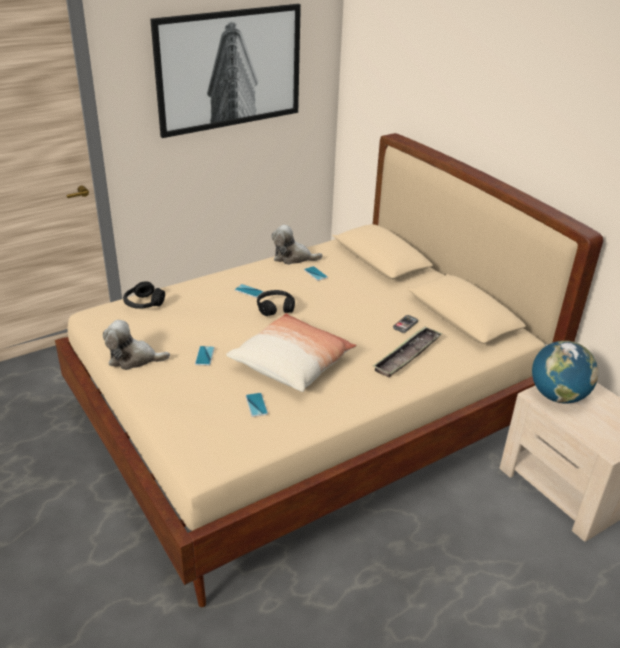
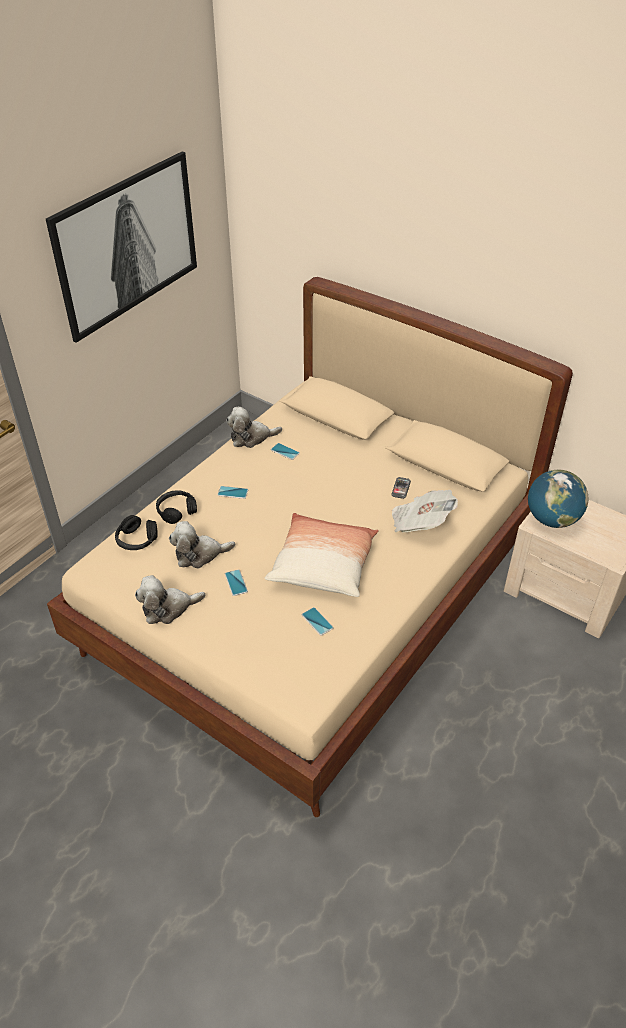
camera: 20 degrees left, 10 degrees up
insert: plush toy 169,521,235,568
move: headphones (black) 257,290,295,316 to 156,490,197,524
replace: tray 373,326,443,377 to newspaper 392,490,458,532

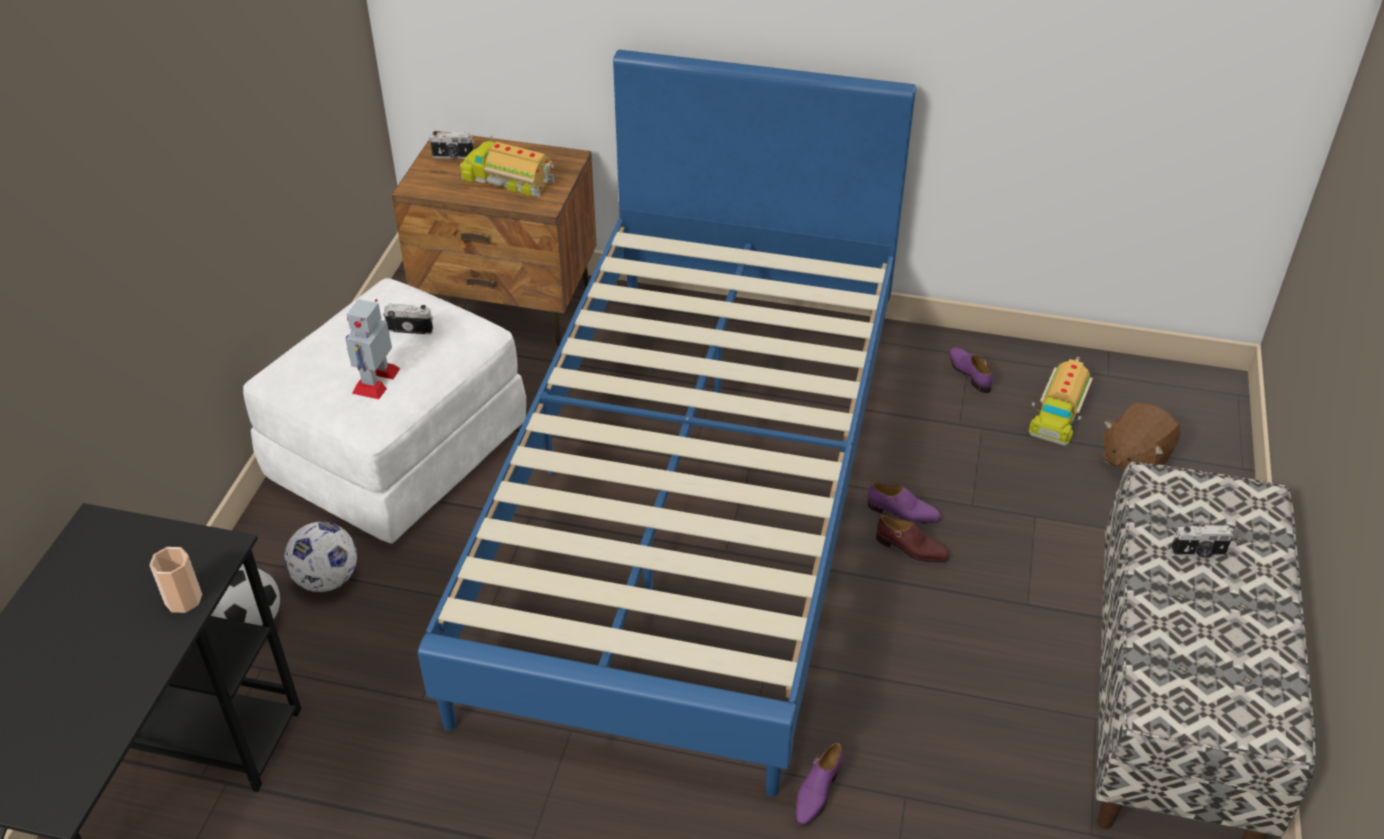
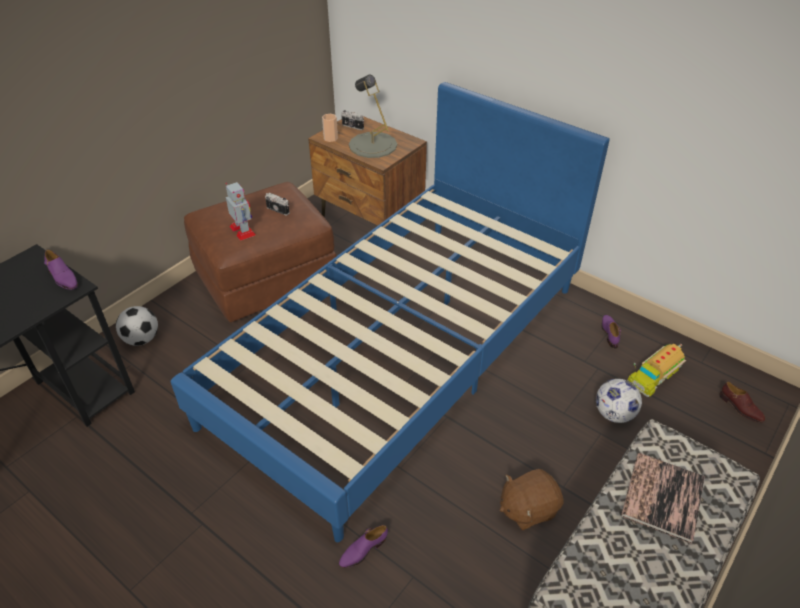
camera: 25 degrees right, 0 degrees up
move: shoe (purple) 868,482,941,524 to 44,250,78,290; cup 150,547,202,613 to 322,114,338,142; plush toy (brown) 1101,403,1180,469 to 500,469,564,530; football 284,522,357,592 to 596,379,642,423; shoe (brown) 876,515,949,563 to 719,382,765,423
replace: toy truck 460,136,555,197 to table lamp (grey) 349,75,397,158; photo camera 1171,525,1233,558 to book 621,453,705,544
recolor: ottoman (white) 243,278,526,544 to ottoman (brown) 184,182,336,323
rotate: toy robot 346,299,400,399 = 226,182,256,241 105 degrees clockwise

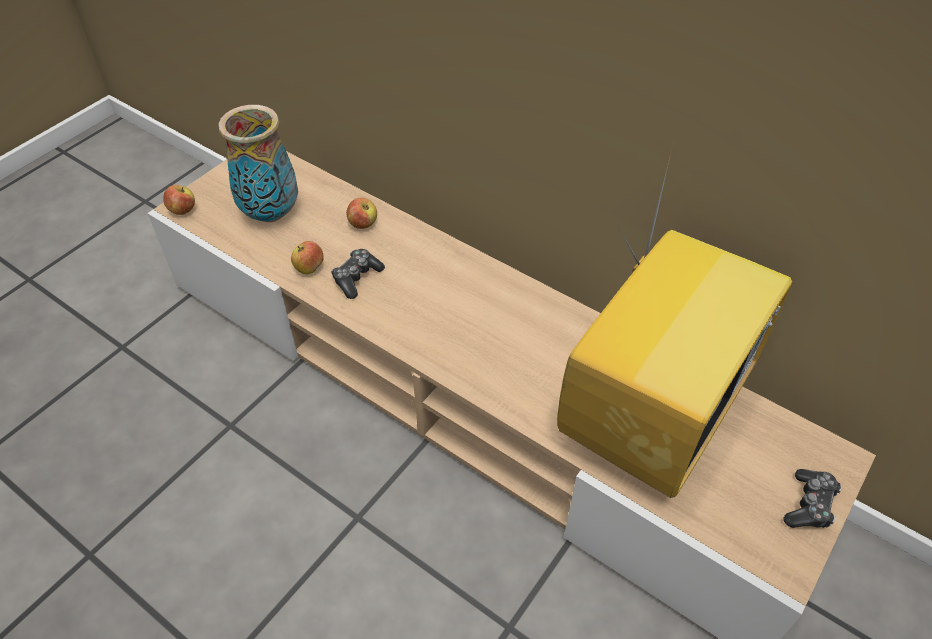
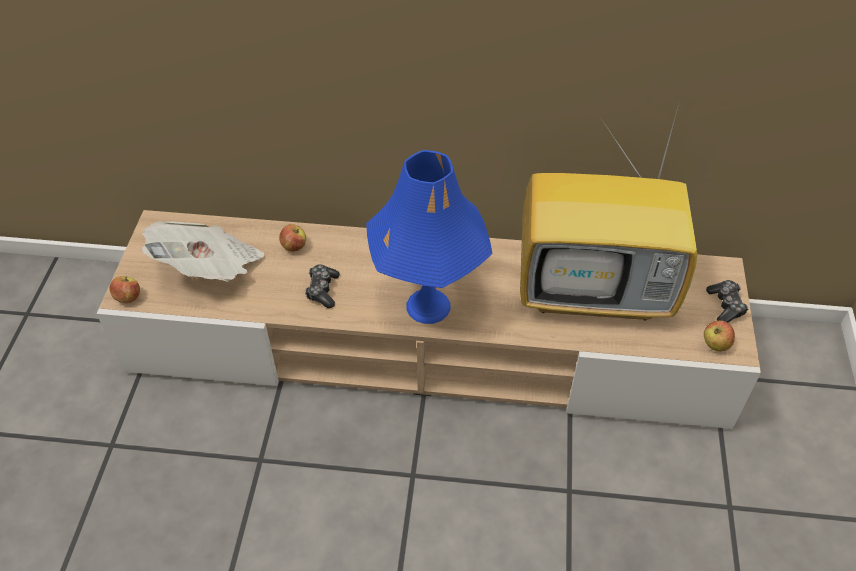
camera: 30 degrees left, 0 degrees up
insert: table lamp (blue) 366,150,493,324
move: apple 291,241,324,274 to 704,321,735,351
replace: vase 219,105,298,222 to newspaper 141,221,264,281
rotate: television 557,142,792,498 = 520,104,697,320 90 degrees clockwise

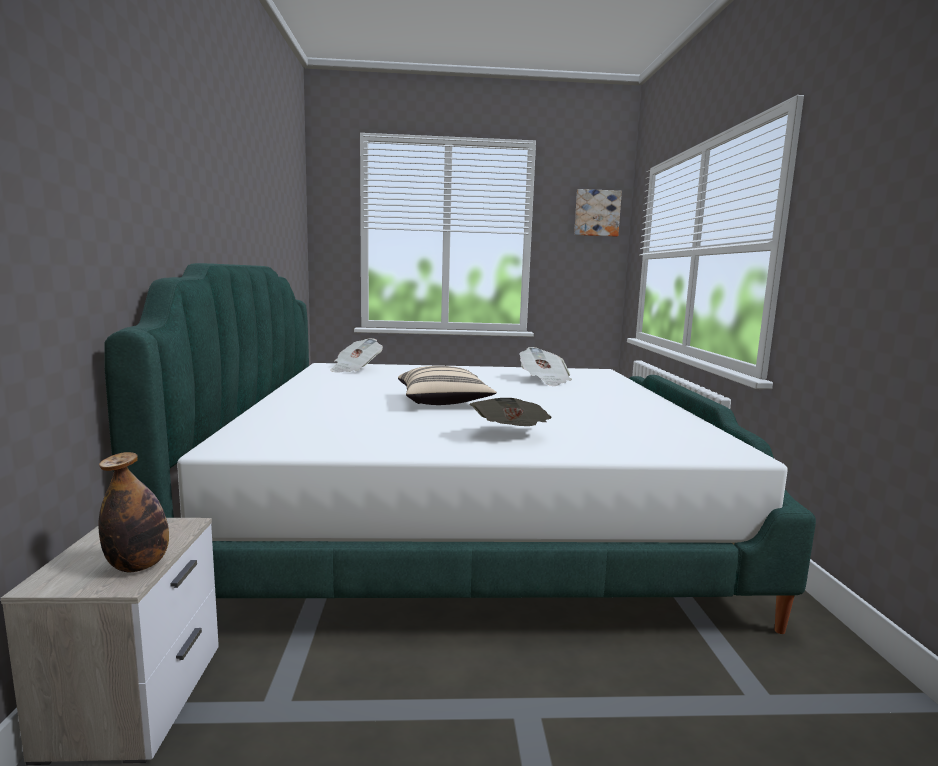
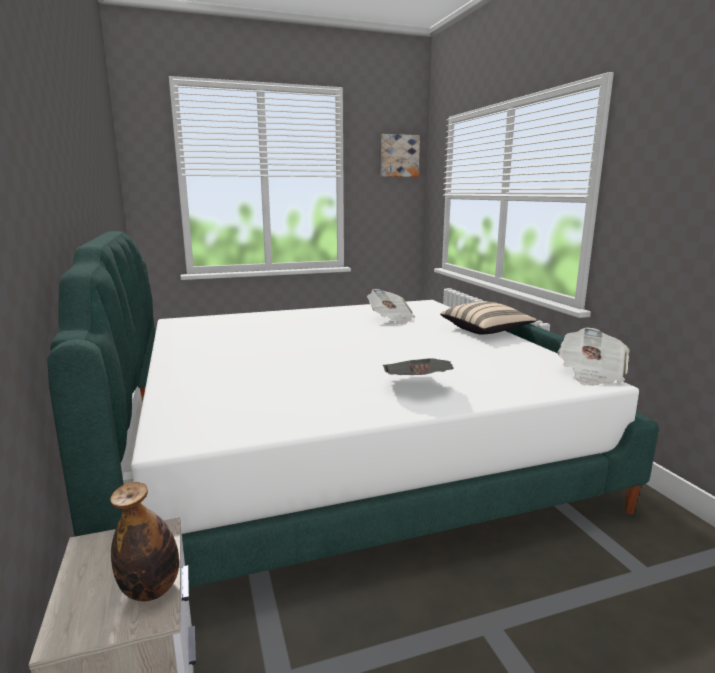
camera: 15 degrees left, 5 degrees up
move: pillow (beige) 398,366,497,405 to 440,302,537,335; newspaper 330,338,383,373 to 558,328,630,386

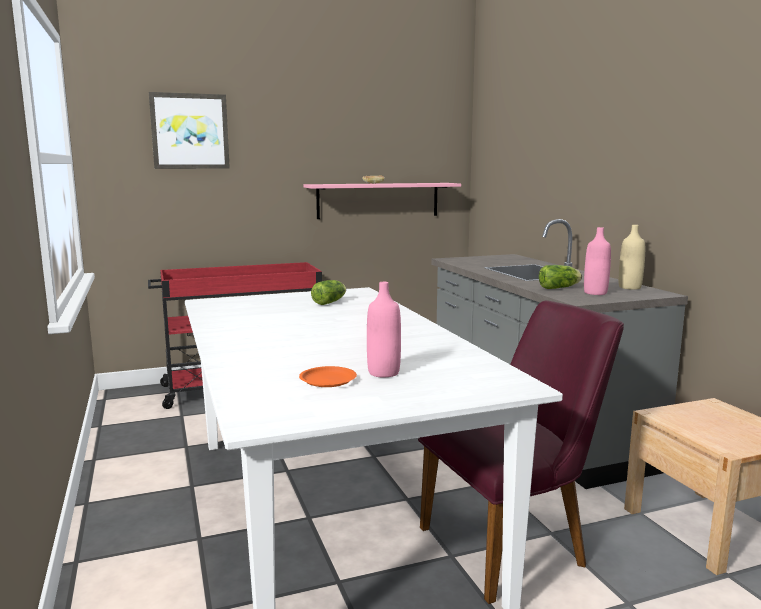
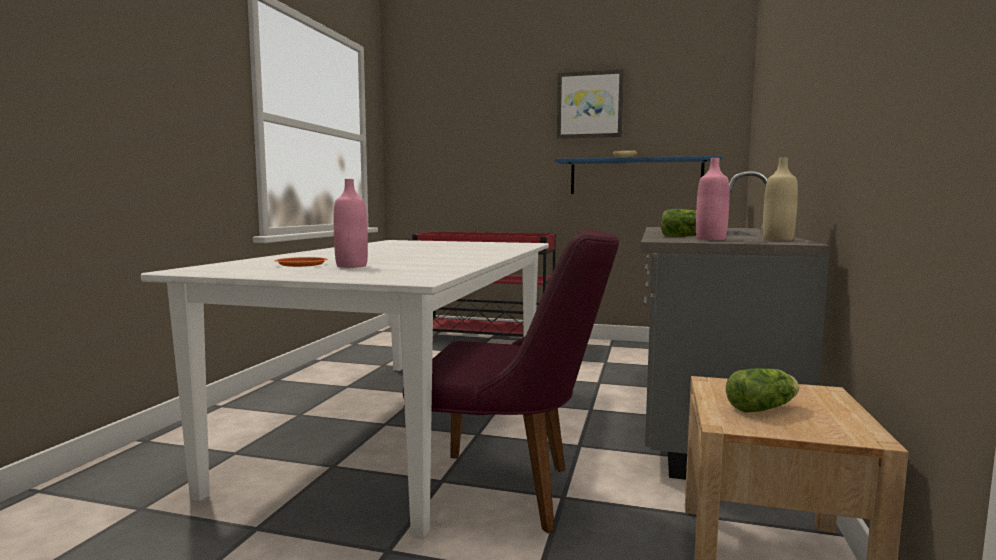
camera: 35 degrees right, 5 degrees down
move: picture 149,92,230,169 to 557,69,624,139; lettuce 311,280,346,305 to 726,368,799,413
recolor: shelf (pink) 303,183,461,219 to shelf (blue) 555,156,722,194

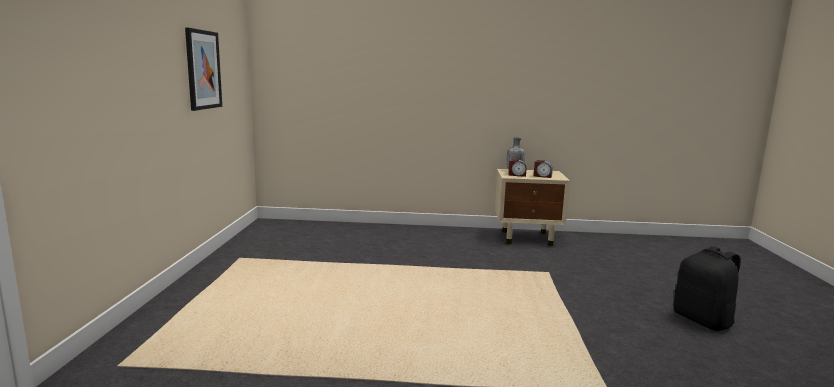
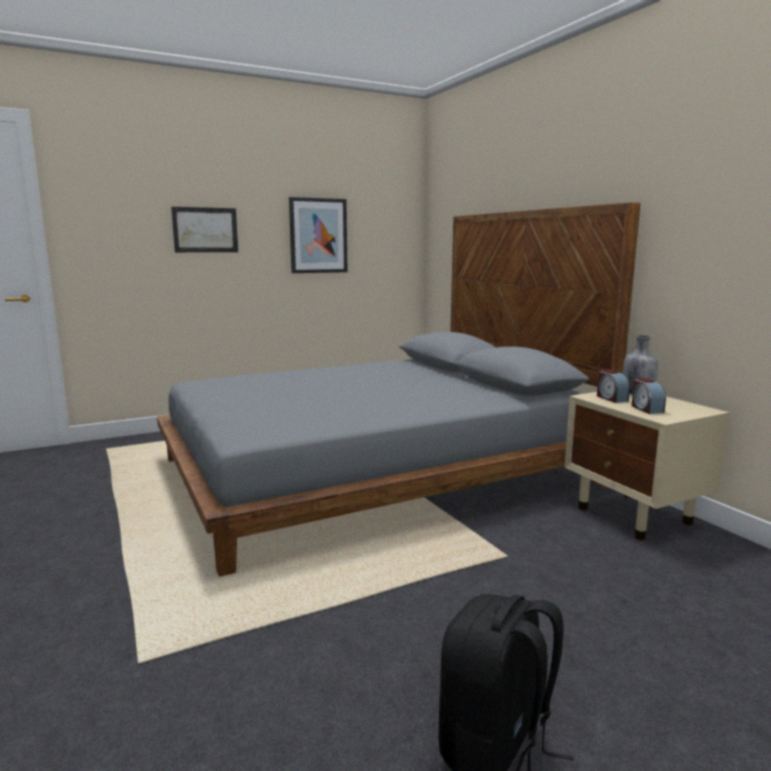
camera: 60 degrees right, 0 degrees up
insert: bed (grey) 157,202,640,577; picture 171,207,238,252

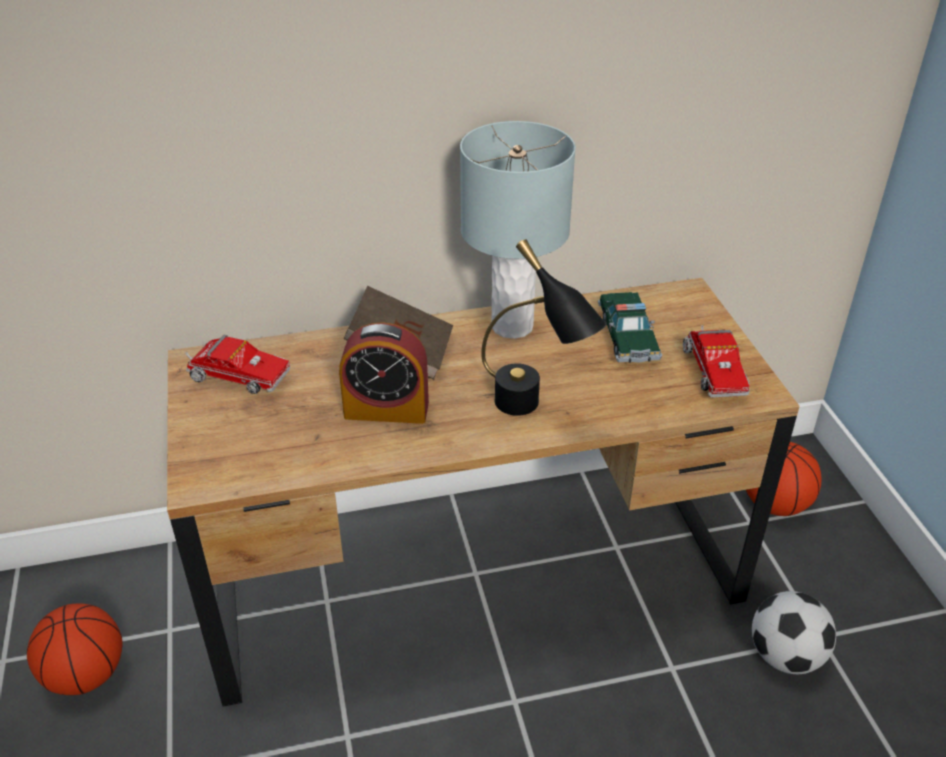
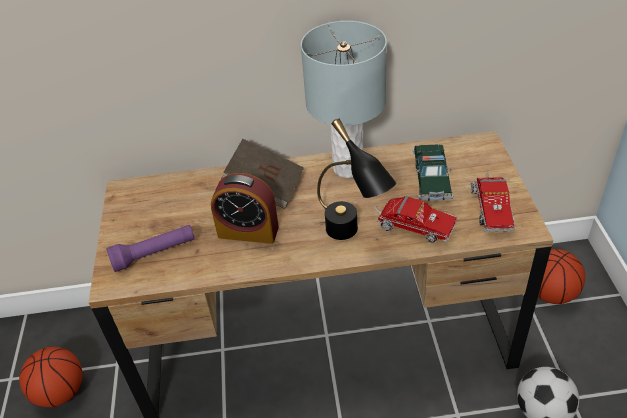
camera: 10 degrees right, 5 degrees up
insert: flashlight (purple) 107,225,195,272
move: toy truck 185,335,290,394 to 374,196,457,243

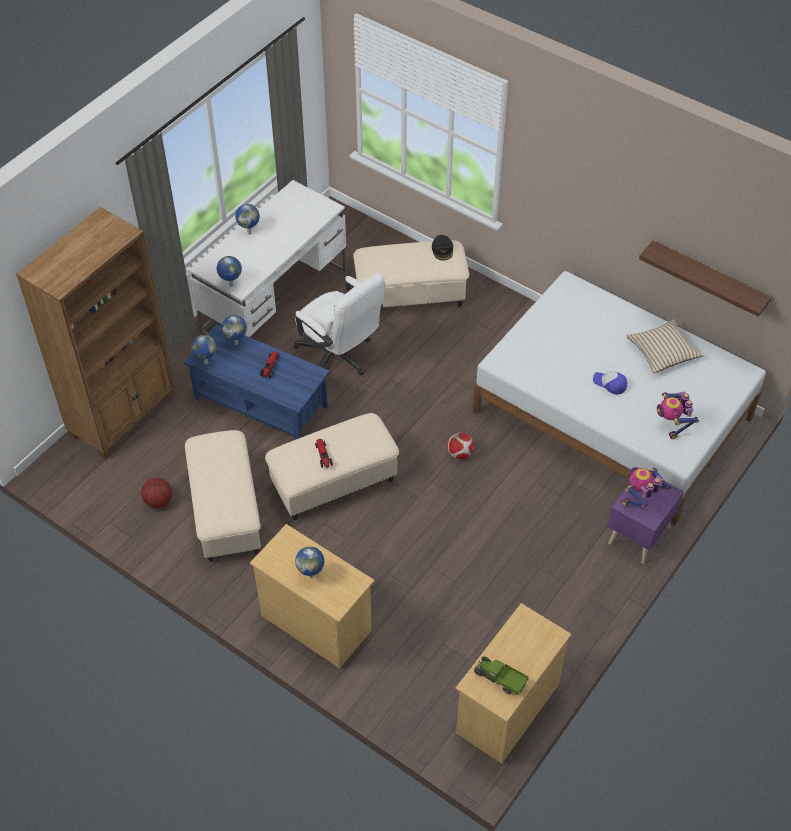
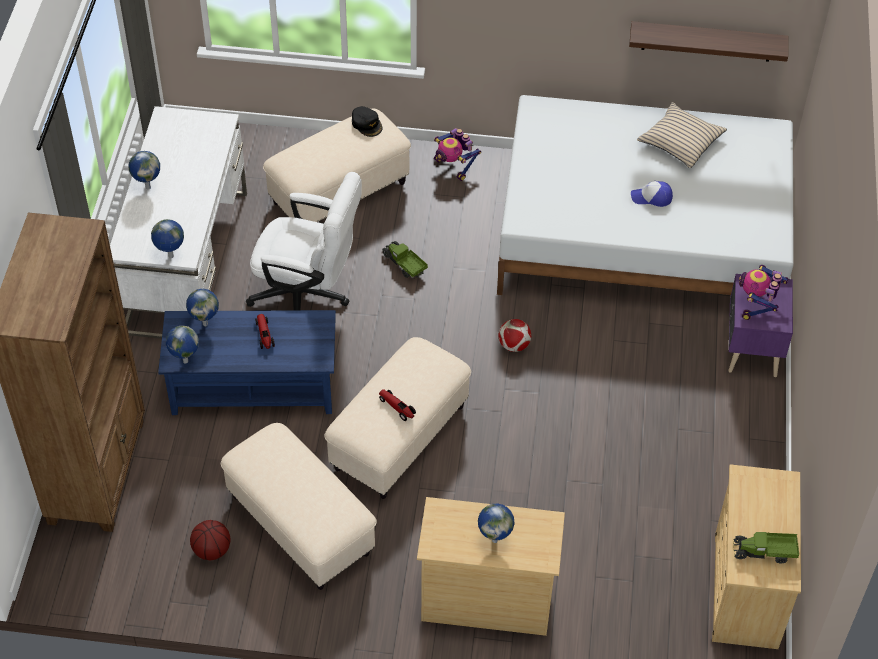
camera: 30 degrees left, 0 degrees up
insert: toy truck 382,241,428,278
move: toy robot 657,392,699,439 to 434,128,481,181

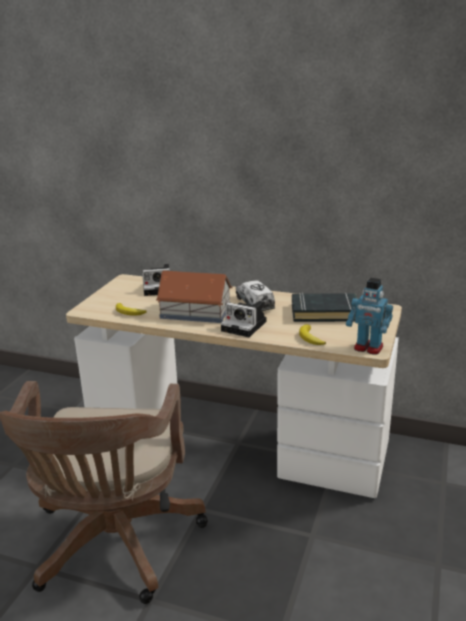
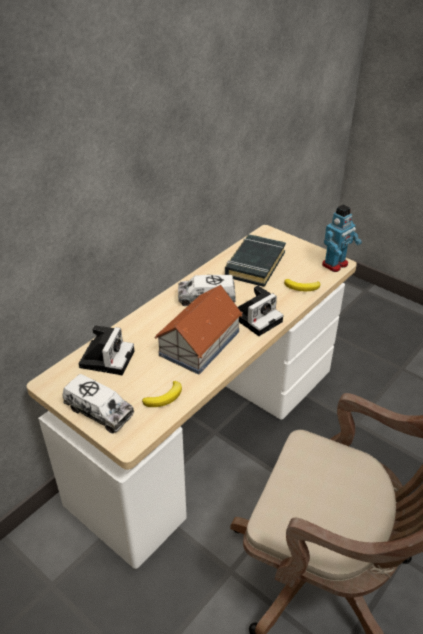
camera: 70 degrees left, 15 degrees up
insert: toy truck 63,374,134,433

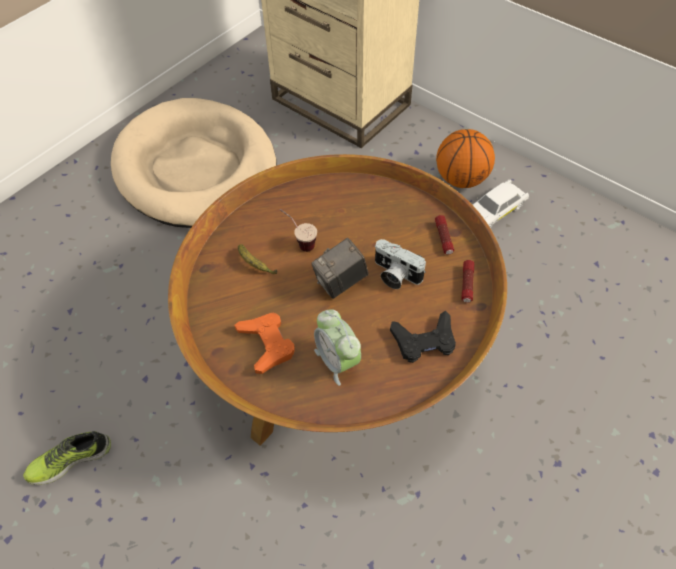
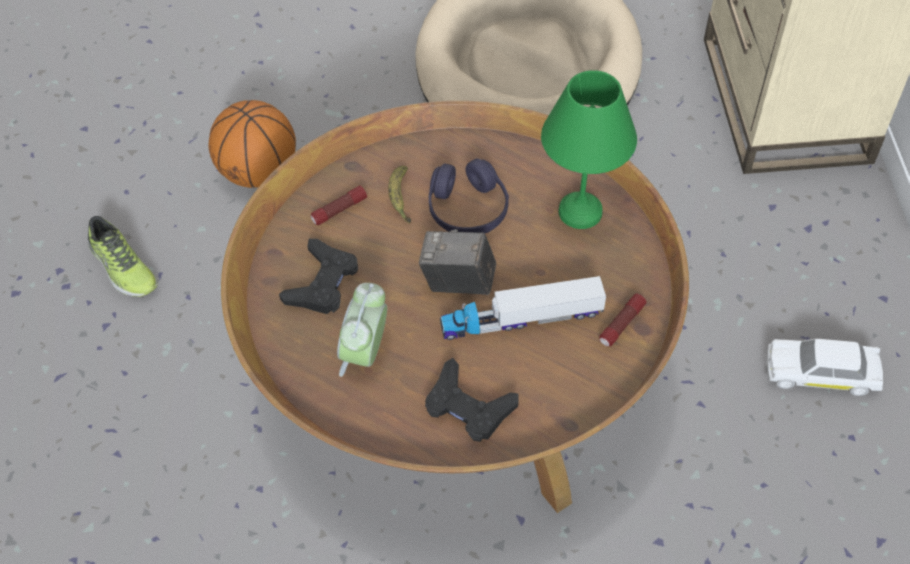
camera: 45 degrees right, 0 degrees up
insert: table lamp (green) 541,70,637,229
move: basketball 436,129,495,188 to 208,100,296,188; flashlight 461,260,474,303 to 310,185,367,225
replace: cup 280,209,317,252 to headphones (purple) 429,159,509,233; photo camera 375,239,426,289 to toy truck 440,276,606,340
recolor: game controller (orange) 234,312,295,374 to game controller (black) 279,239,358,314
rotate: shoe 23,431,111,485 = 88,216,158,297 150 degrees counterclockwise

